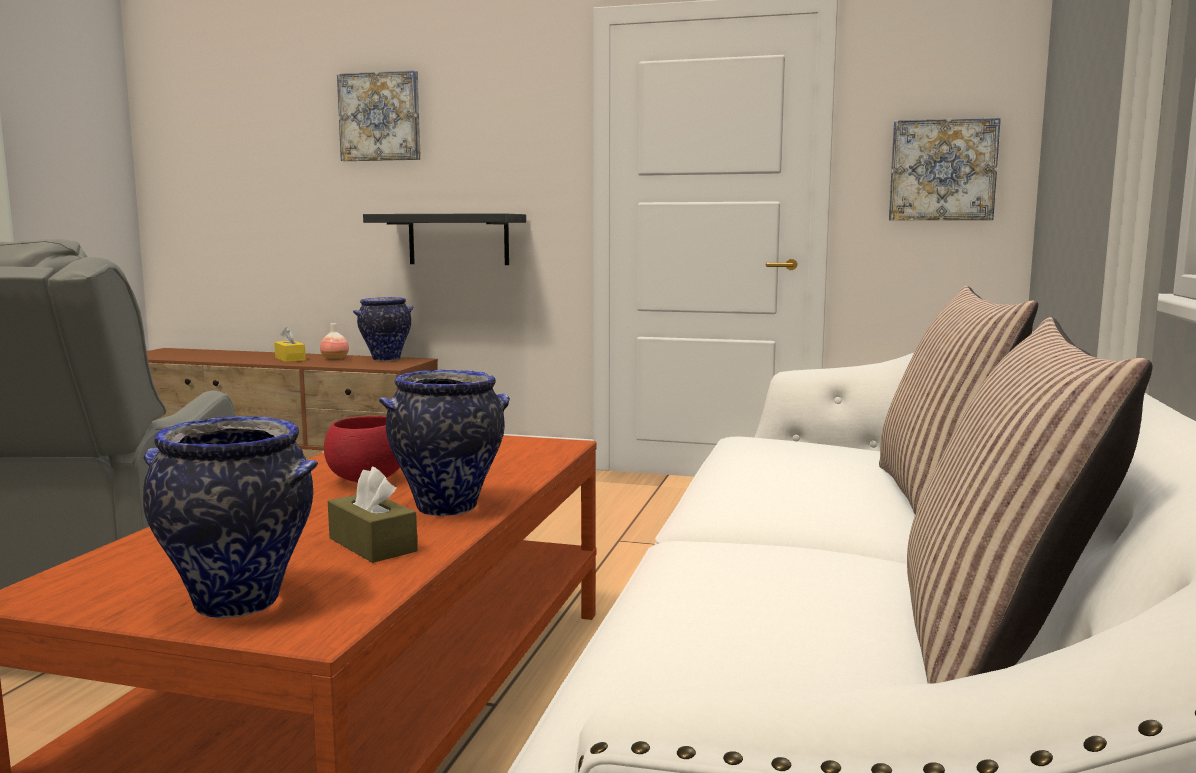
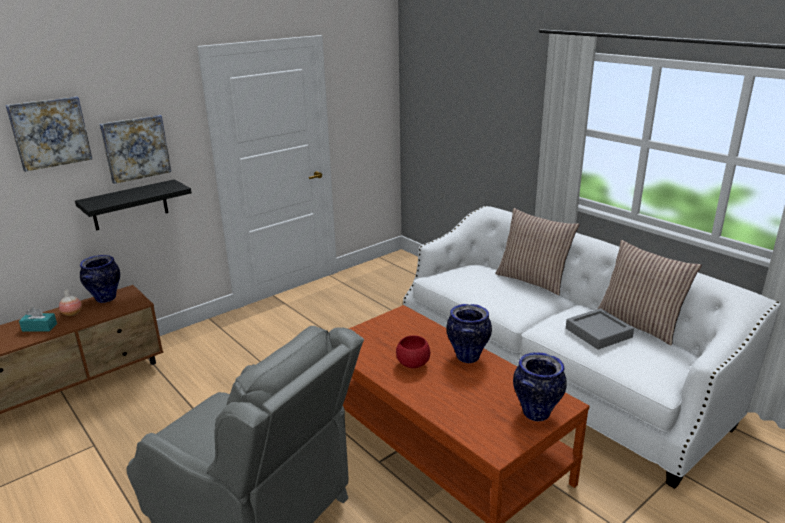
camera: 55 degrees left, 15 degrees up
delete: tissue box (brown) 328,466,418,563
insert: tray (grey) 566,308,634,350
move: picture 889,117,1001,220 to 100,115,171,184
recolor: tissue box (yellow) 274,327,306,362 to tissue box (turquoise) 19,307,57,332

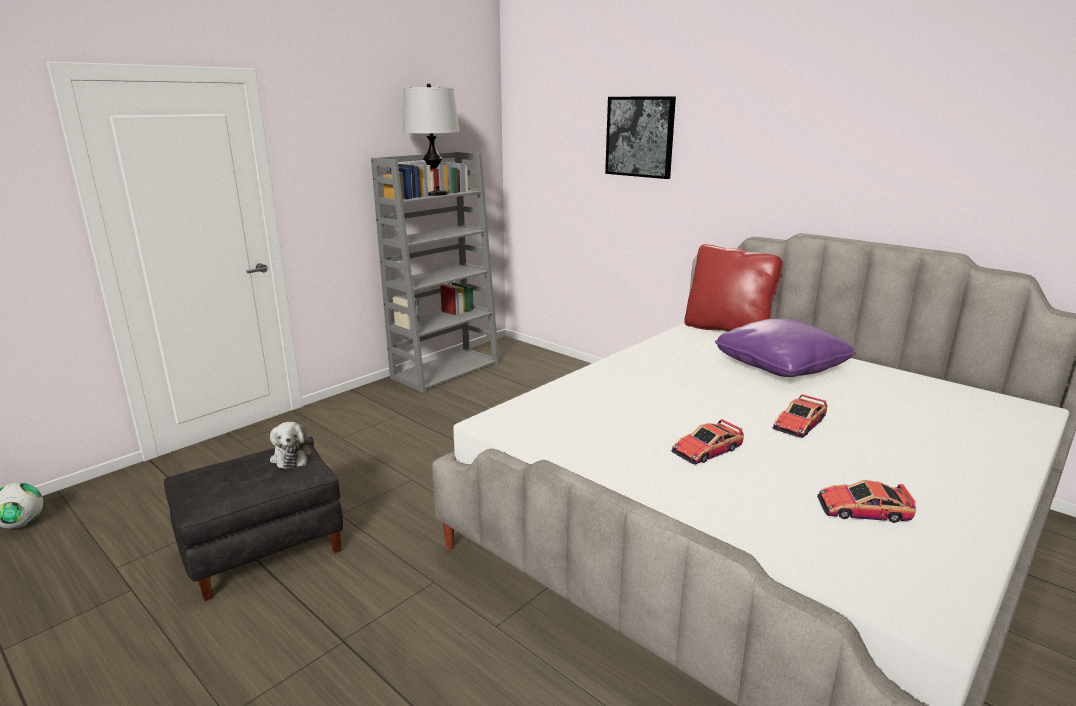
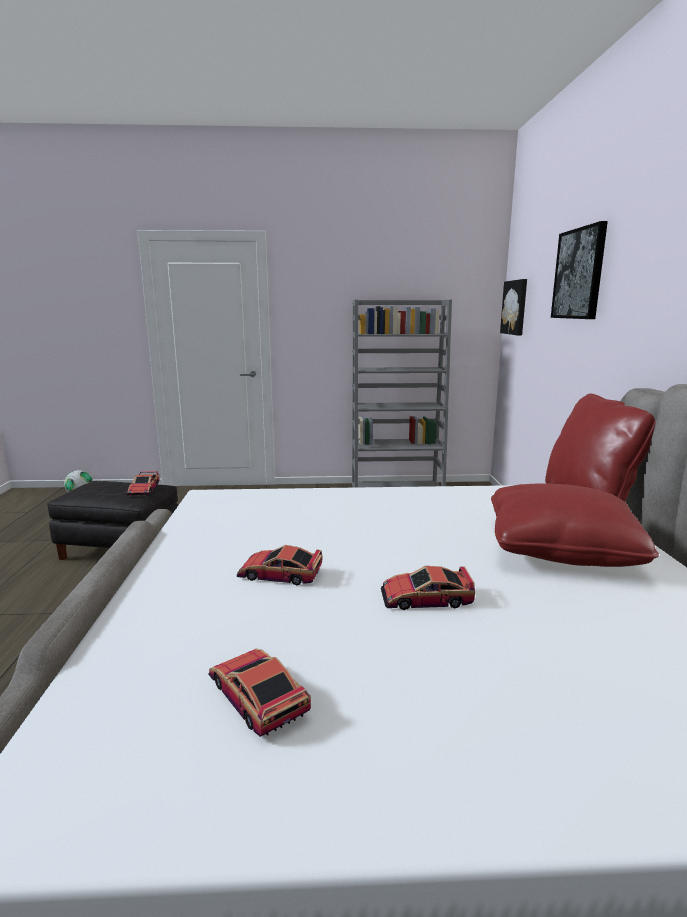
camera: 45 degrees right, 5 degrees down
delete: table lamp 403,83,460,196
insert: picture 500,279,527,335
replace: plush toy 270,422,314,469 to toy car 127,471,159,496
recolor: pillow (purple) 715,319,856,377 to pillow (red) 491,483,659,567

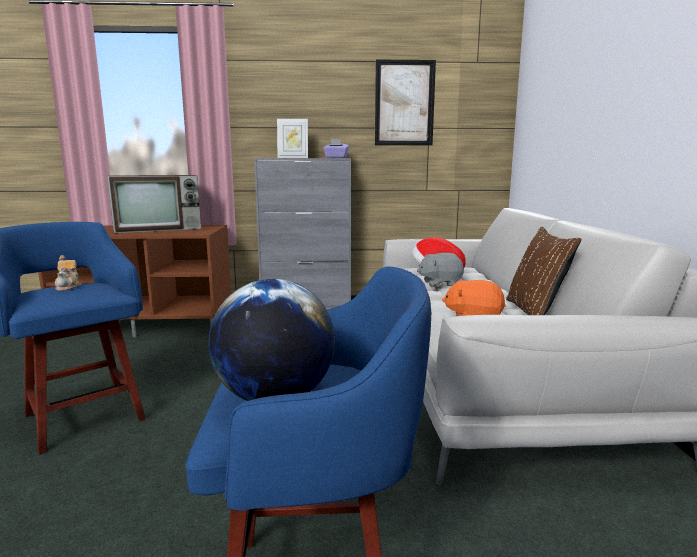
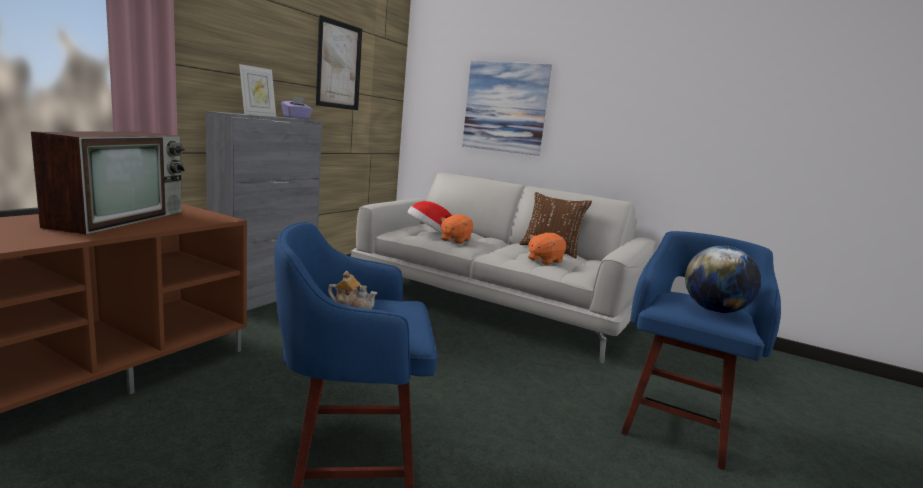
camera: 60 degrees left, 0 degrees up
insert: picture 462,61,552,156
recolor: plush toy (grey) 417,253,464,287 to plush toy (orange) 440,214,473,244

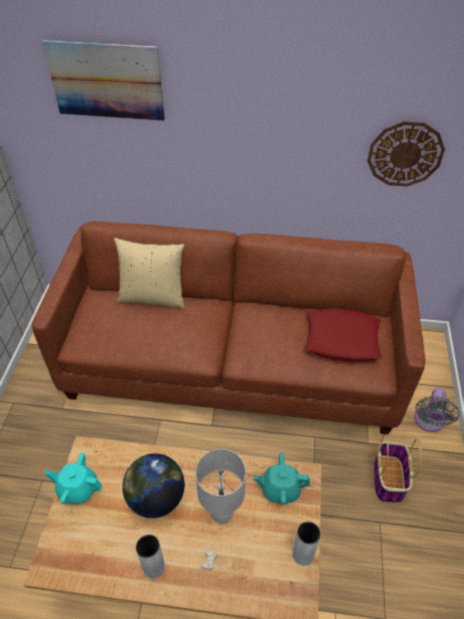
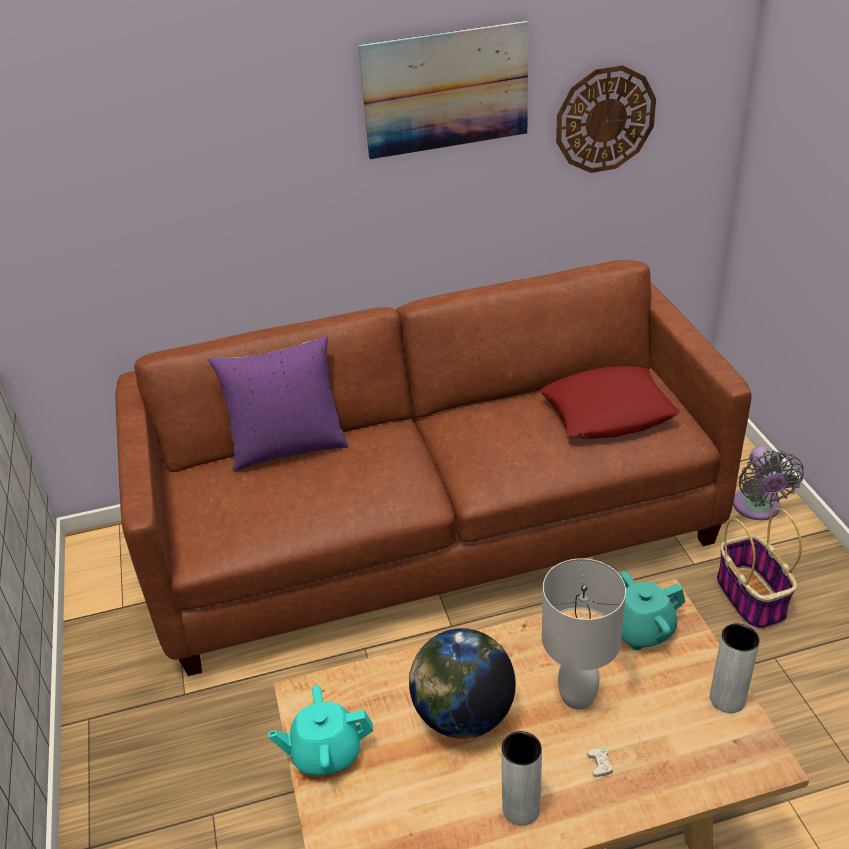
camera: 20 degrees left, 10 degrees down
move: picture 42,40,165,121 to 358,21,528,160
recolor: pillow (beige) 114,238,184,309 to pillow (purple) 208,335,348,472

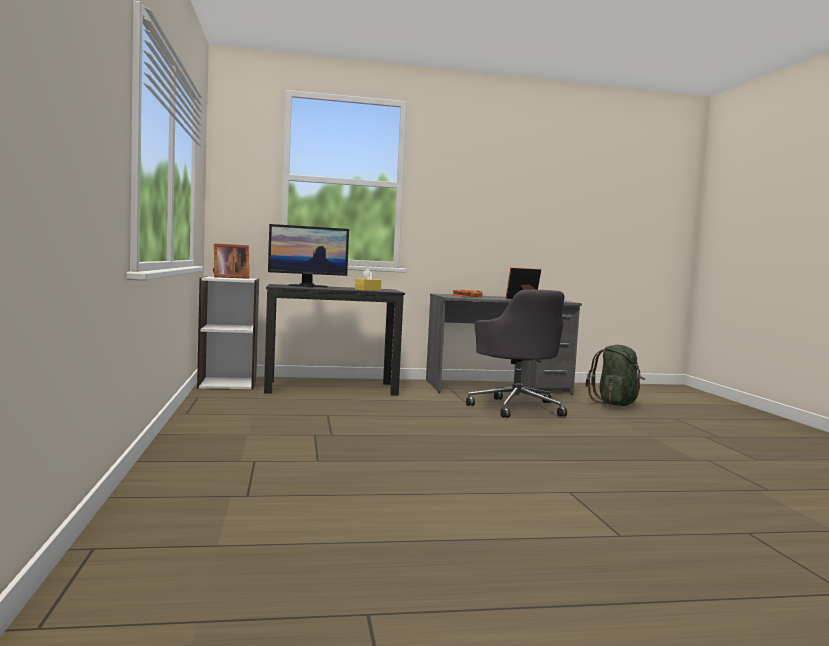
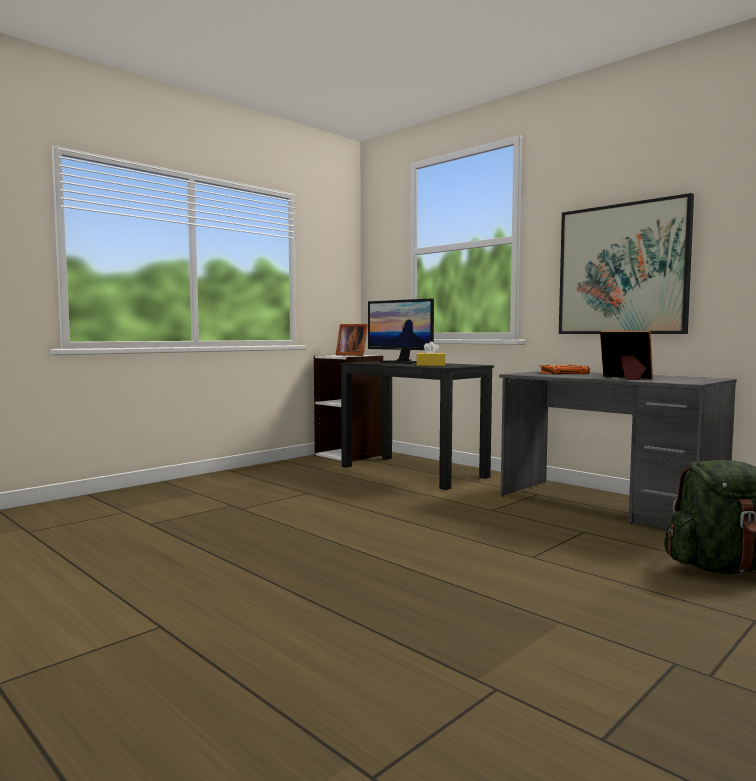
camera: 55 degrees right, 0 degrees up
delete: office chair (grey) 466,290,567,418
insert: picture 559,193,694,334

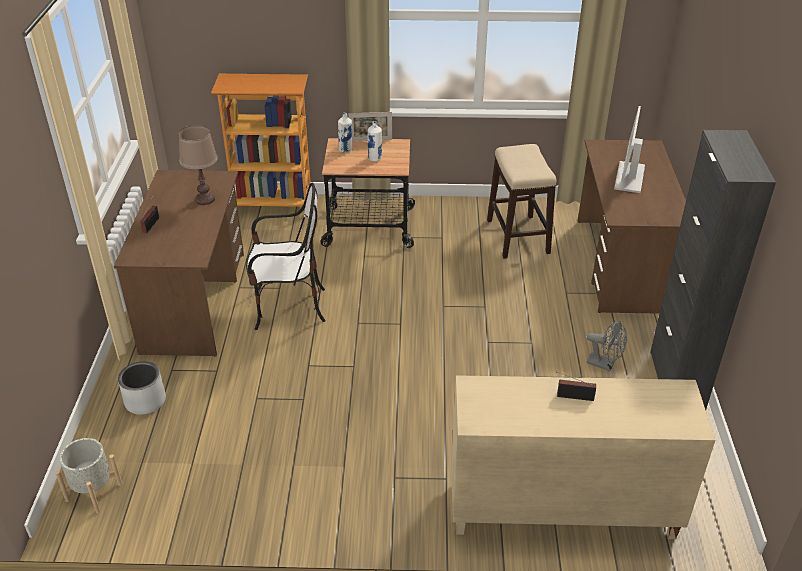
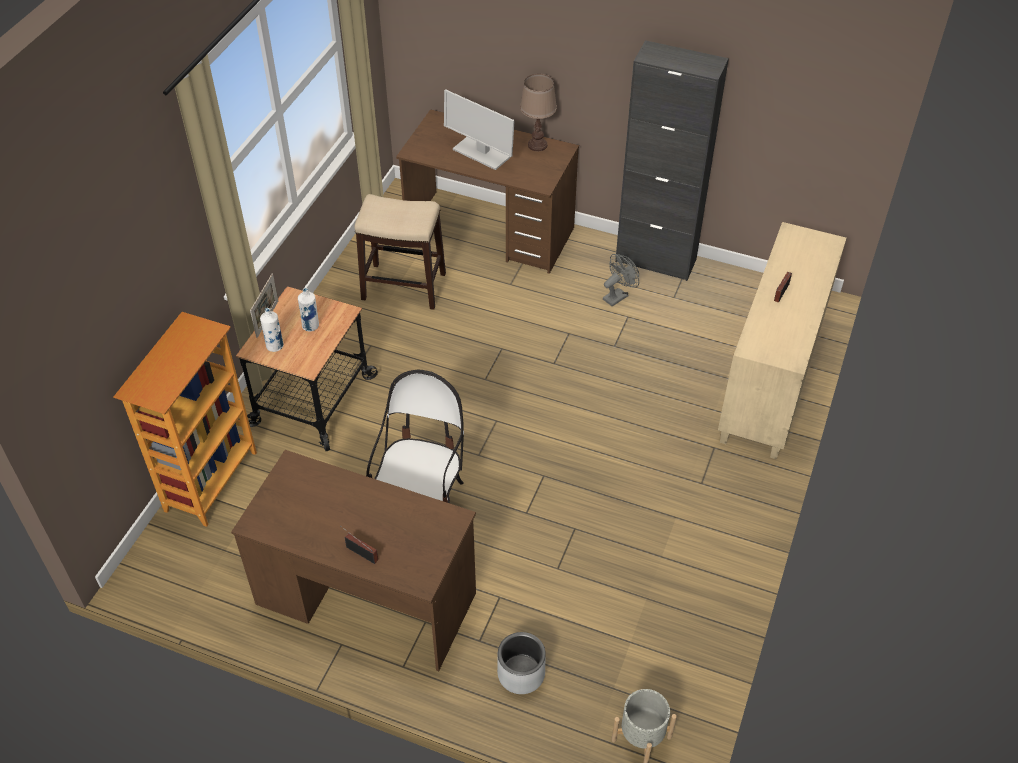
camera: 70 degrees left, 10 degrees up
move: table lamp (brown) 179,125,218,205 to 520,74,557,151

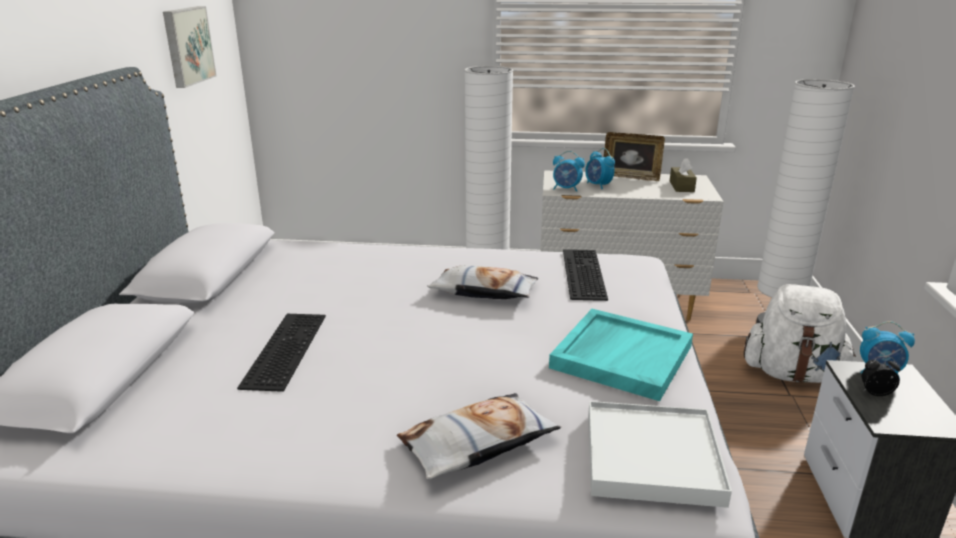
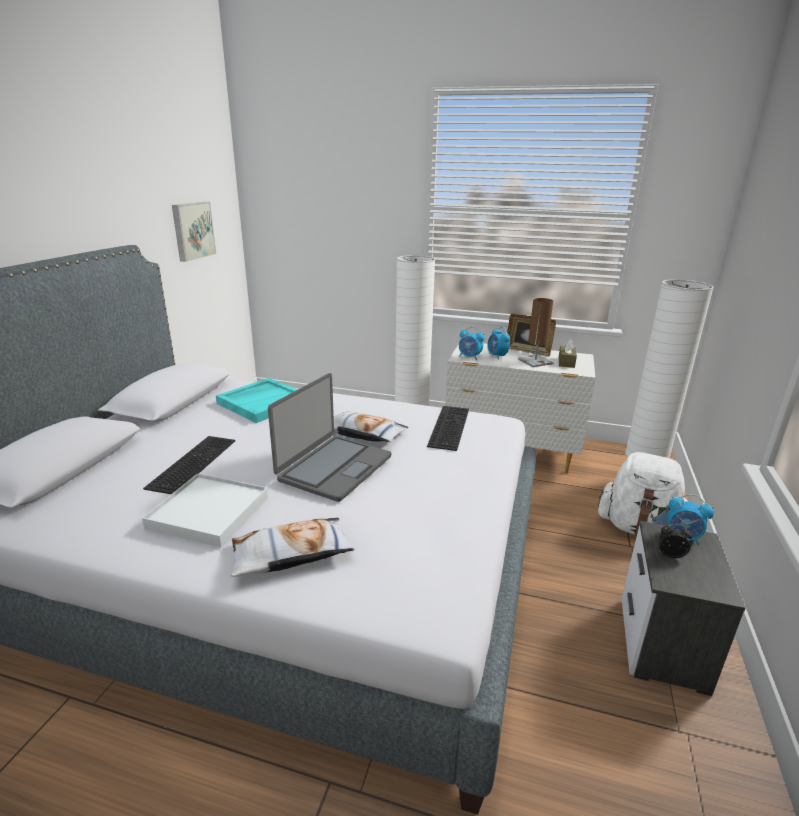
camera: 10 degrees right, 0 degrees up
insert: laptop 268,373,391,502; table lamp (brown) 518,298,554,367
move: tray (white) 588,401,732,508 to 142,473,268,548; tray (turquoise) 549,309,693,401 to 216,378,298,423

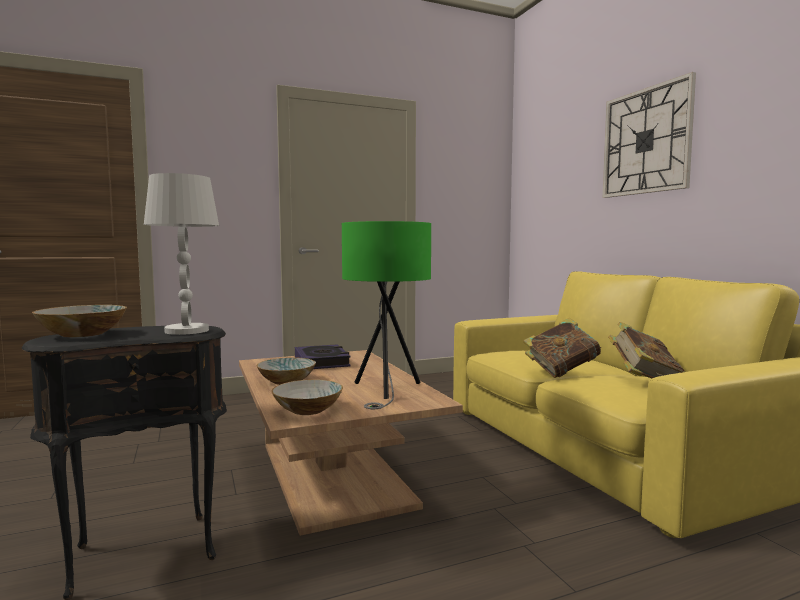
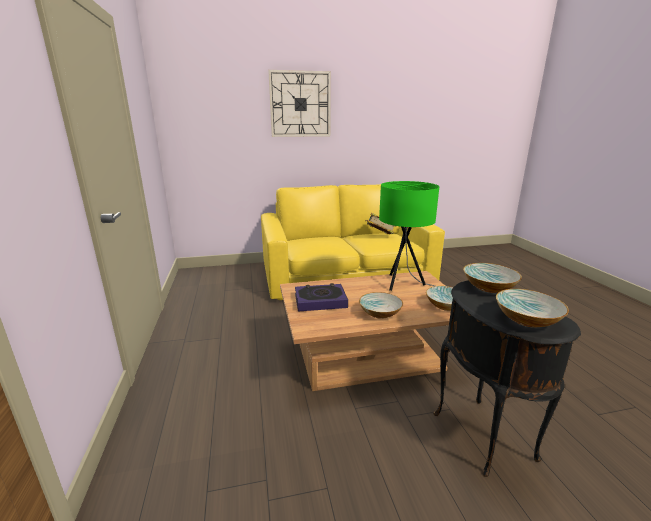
camera: 80 degrees left, 15 degrees up
delete: book 523,318,601,378
replace: table lamp (white) 144,173,219,335 to bowl 463,263,522,293

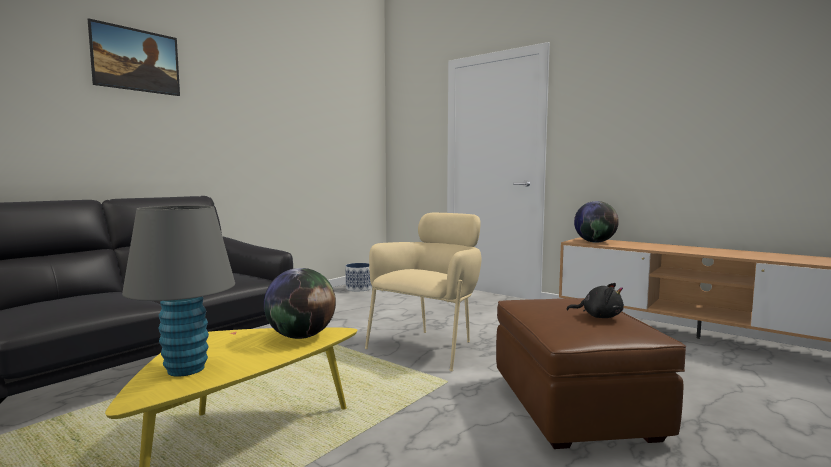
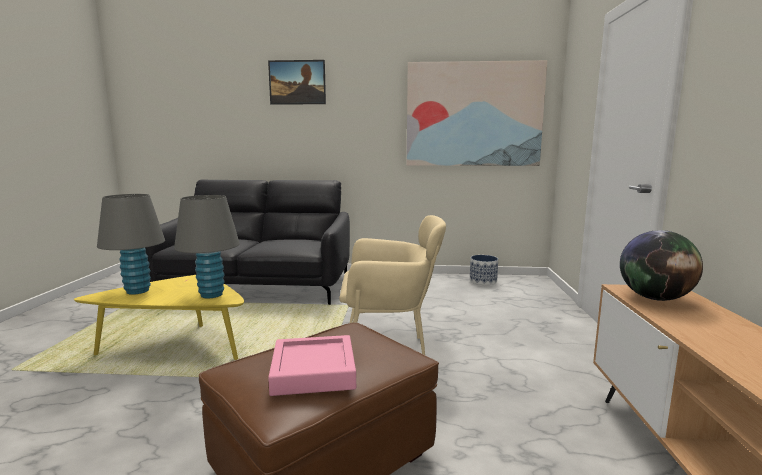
camera: 55 degrees right, 5 degrees up
insert: picture 407,60,547,166
replace: globe 264,268,336,339 to table lamp (grey) 174,195,240,298; plush toy (black) 566,283,624,318 to tray (pink) 268,335,356,396

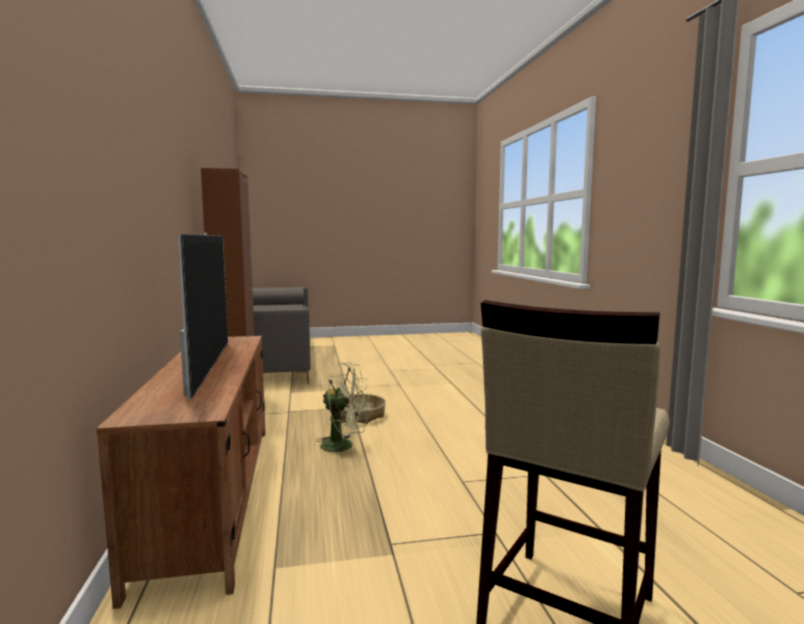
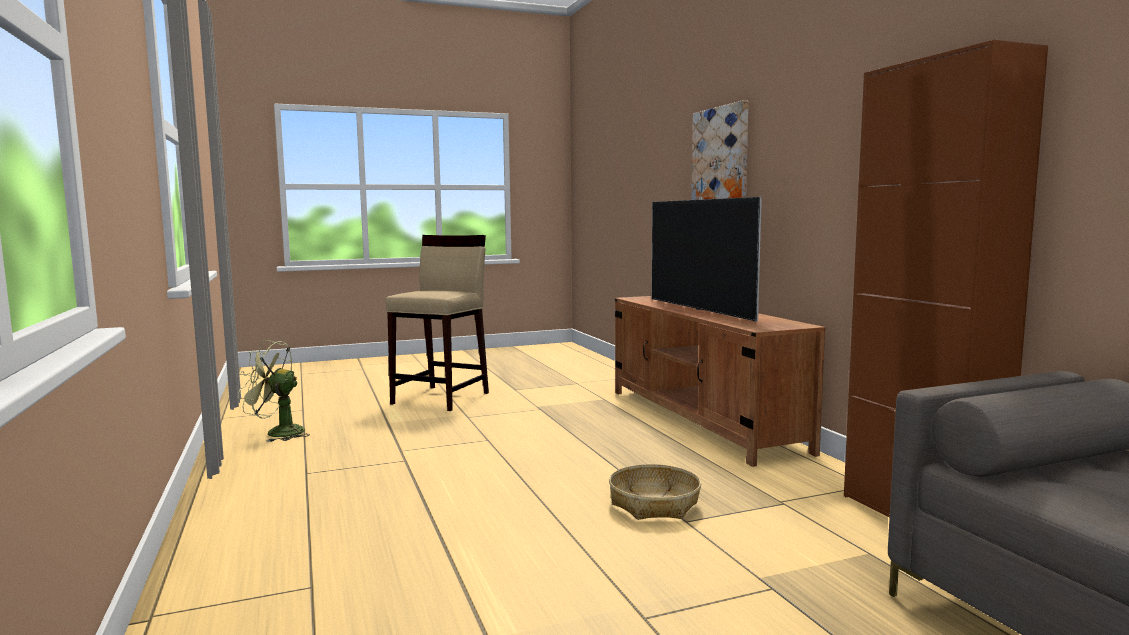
camera: 170 degrees right, 0 degrees up
insert: picture 691,100,748,200
move: fan (green) 316,363,371,458 to 238,340,310,442

